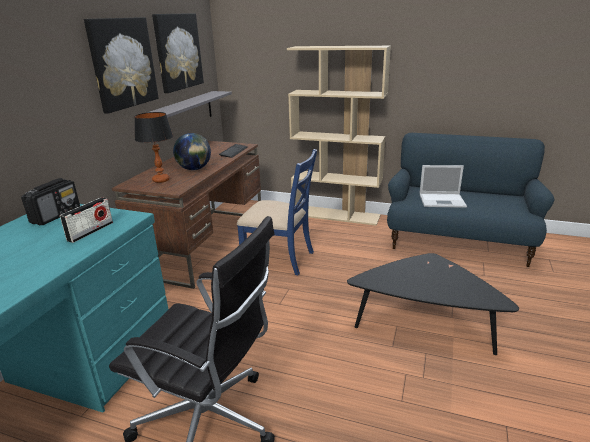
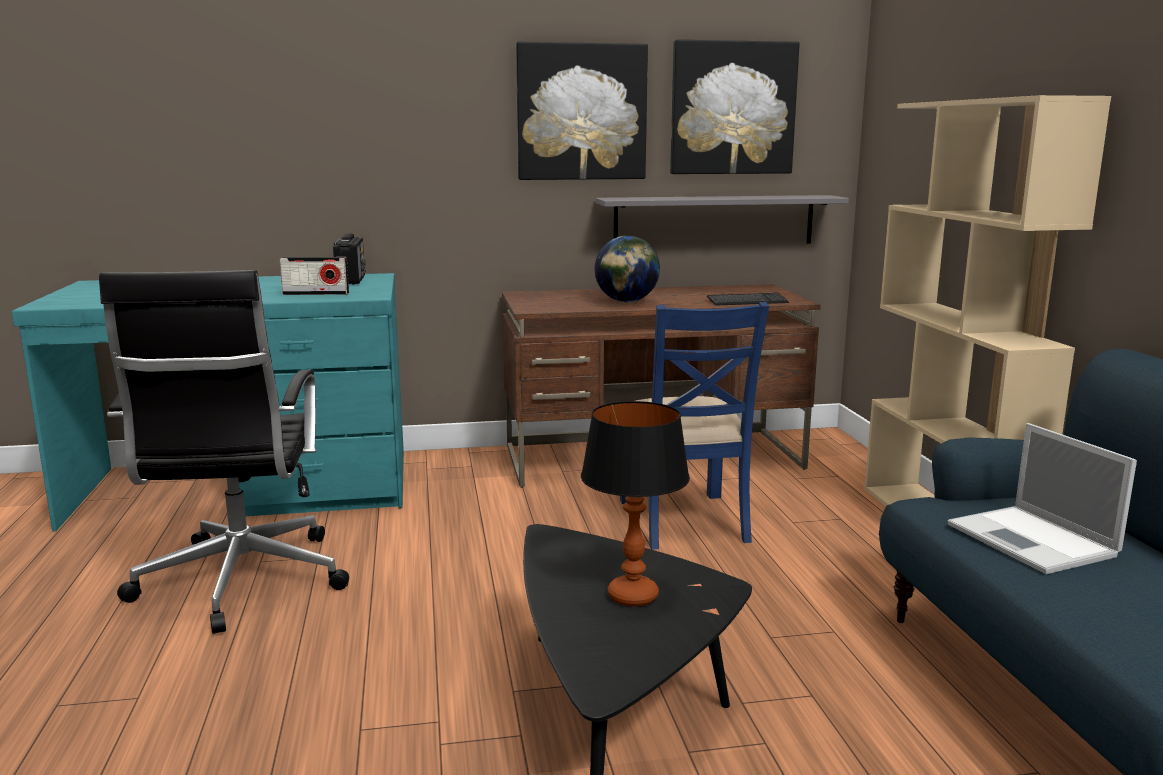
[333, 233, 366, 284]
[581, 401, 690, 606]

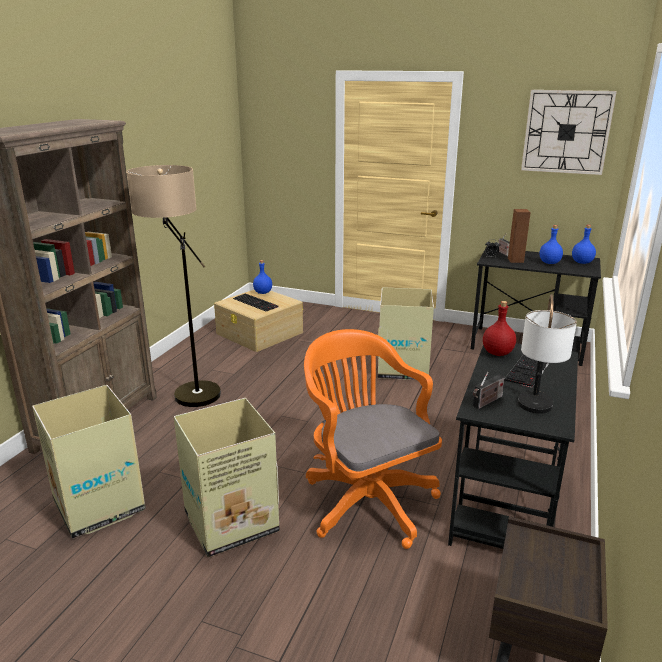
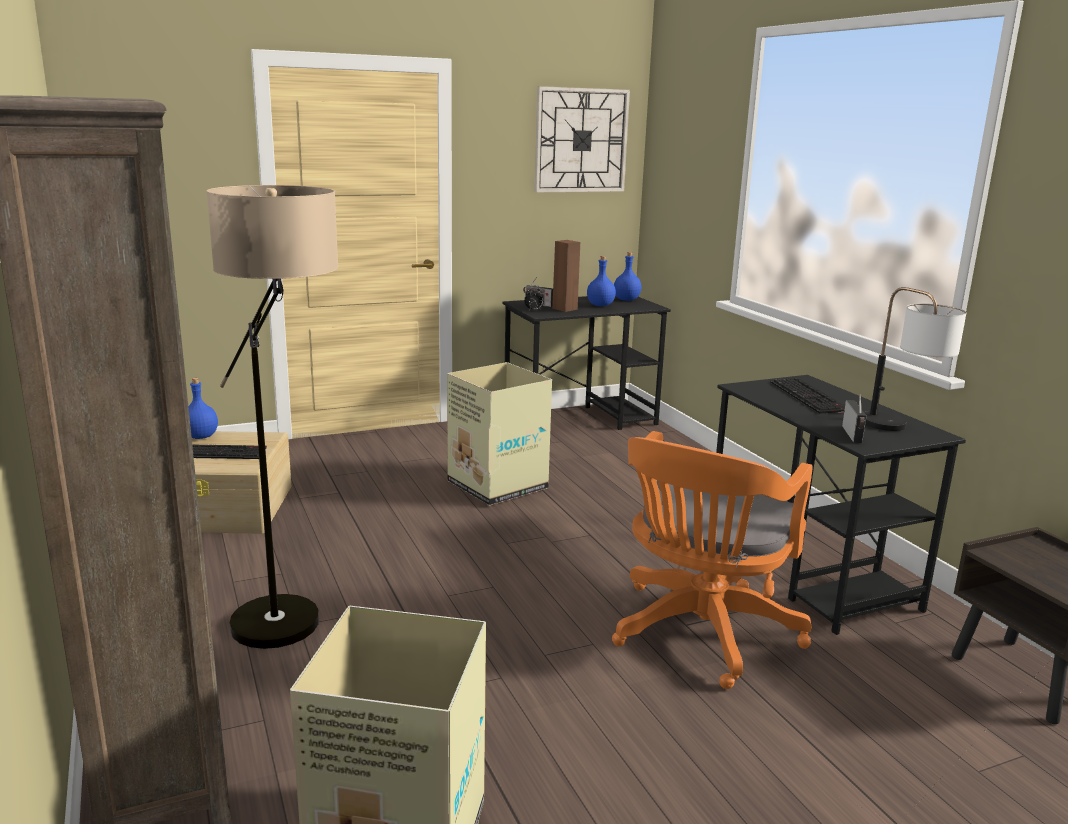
[612, 431, 812, 689]
[174, 398, 280, 557] (first image)
[483, 301, 516, 356] (first image)

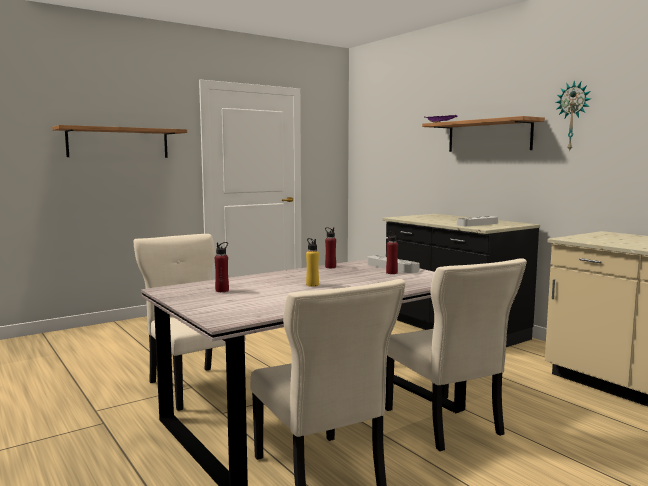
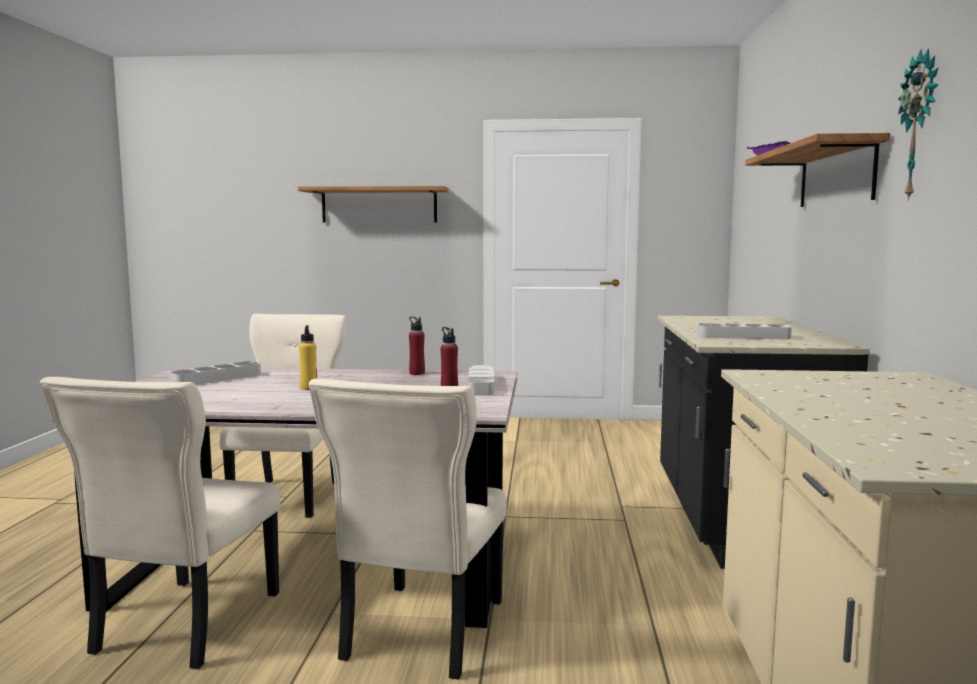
[170, 361, 261, 385]

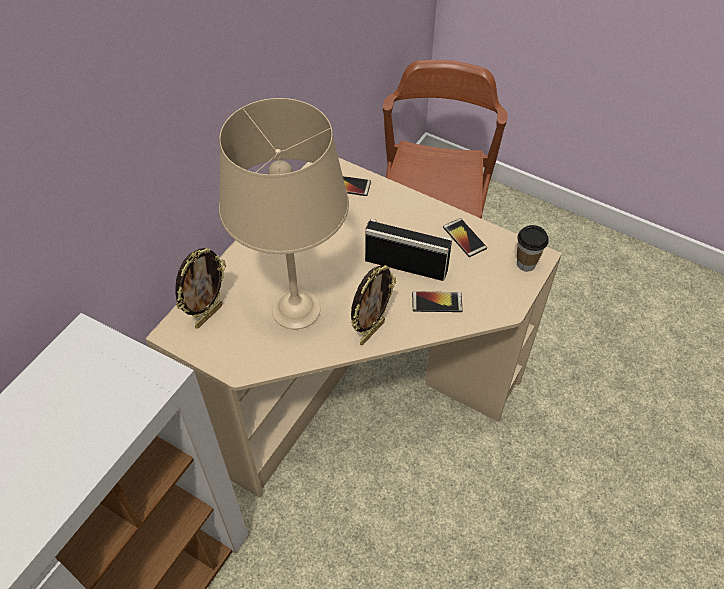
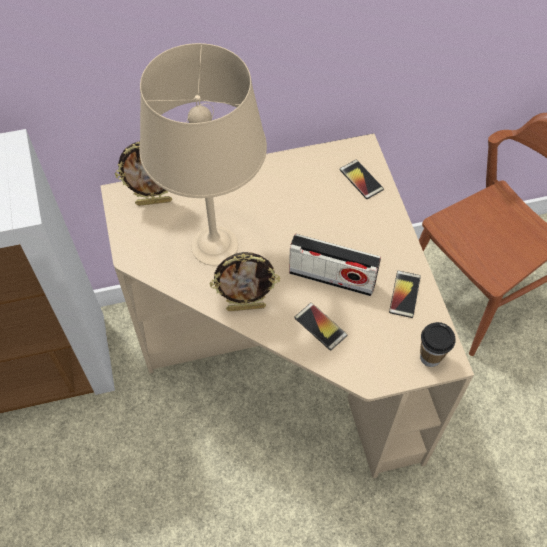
[289, 234, 381, 296]

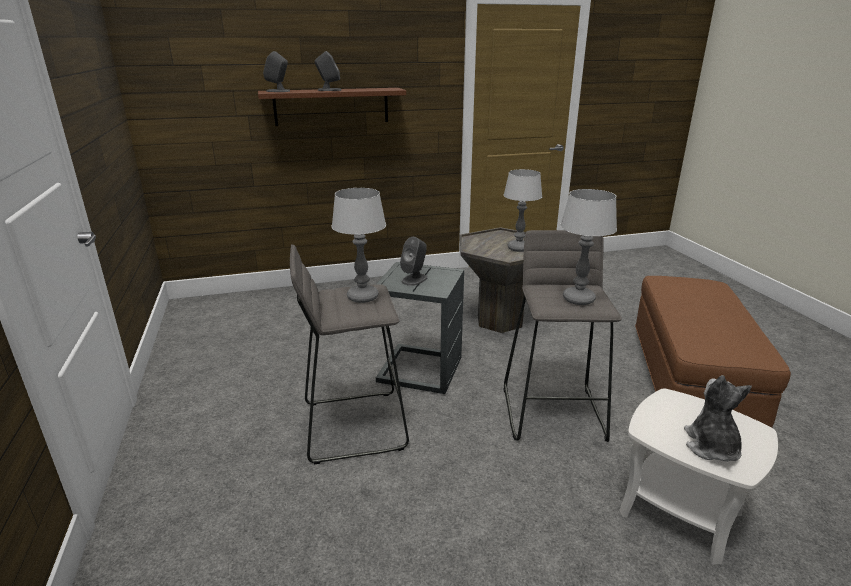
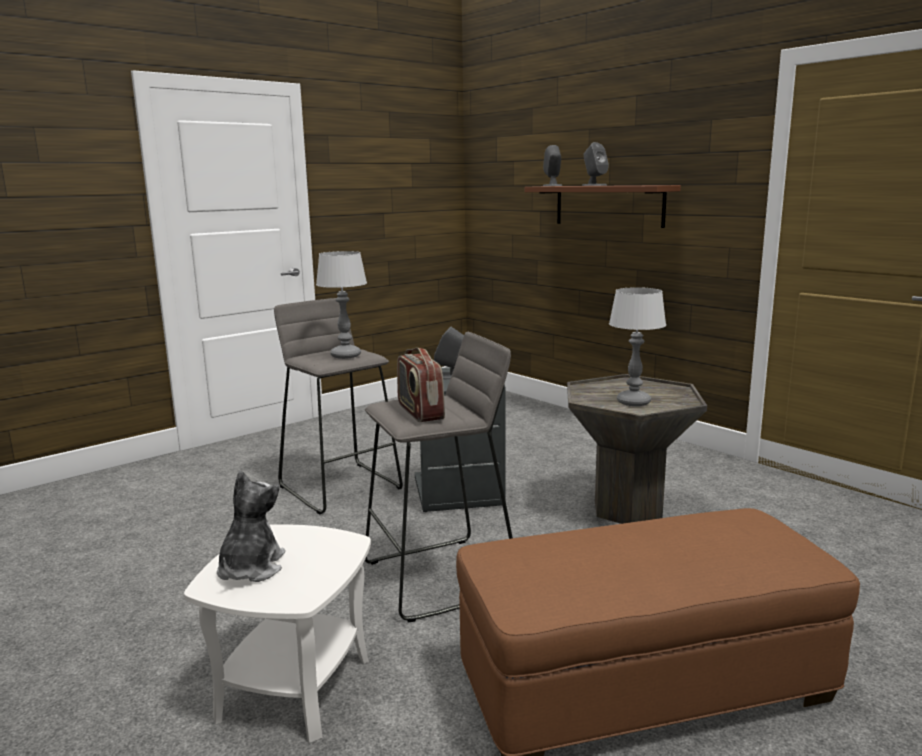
[217, 470, 285, 582]
[397, 347, 445, 422]

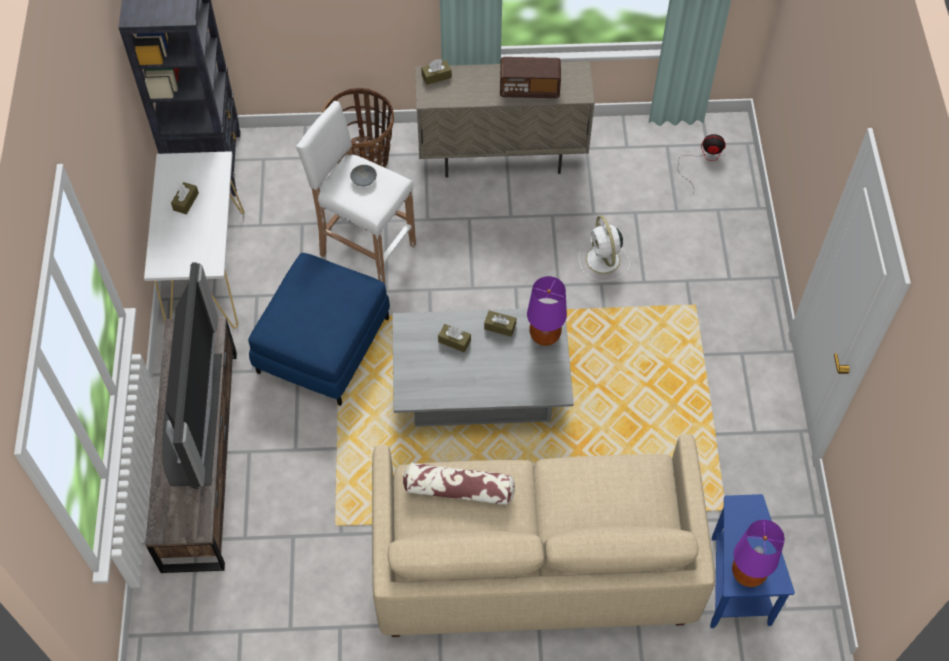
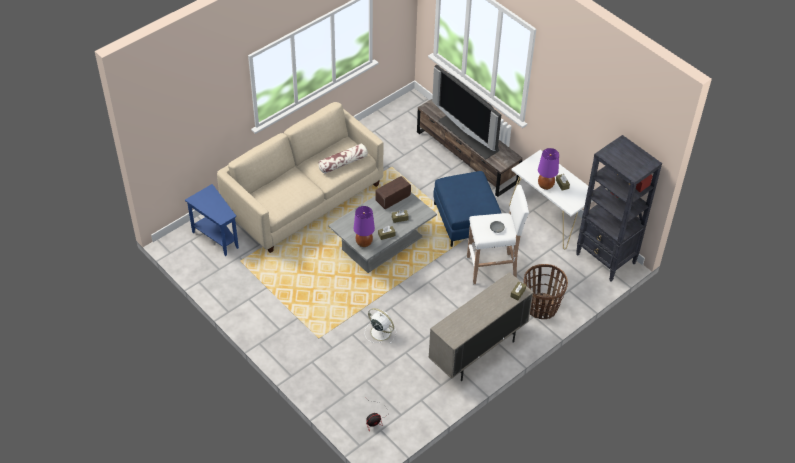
[375, 176, 411, 209]
[538, 148, 559, 190]

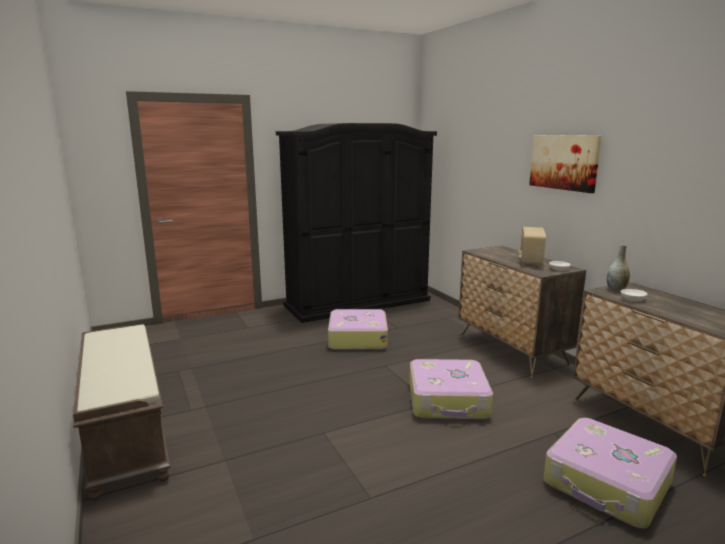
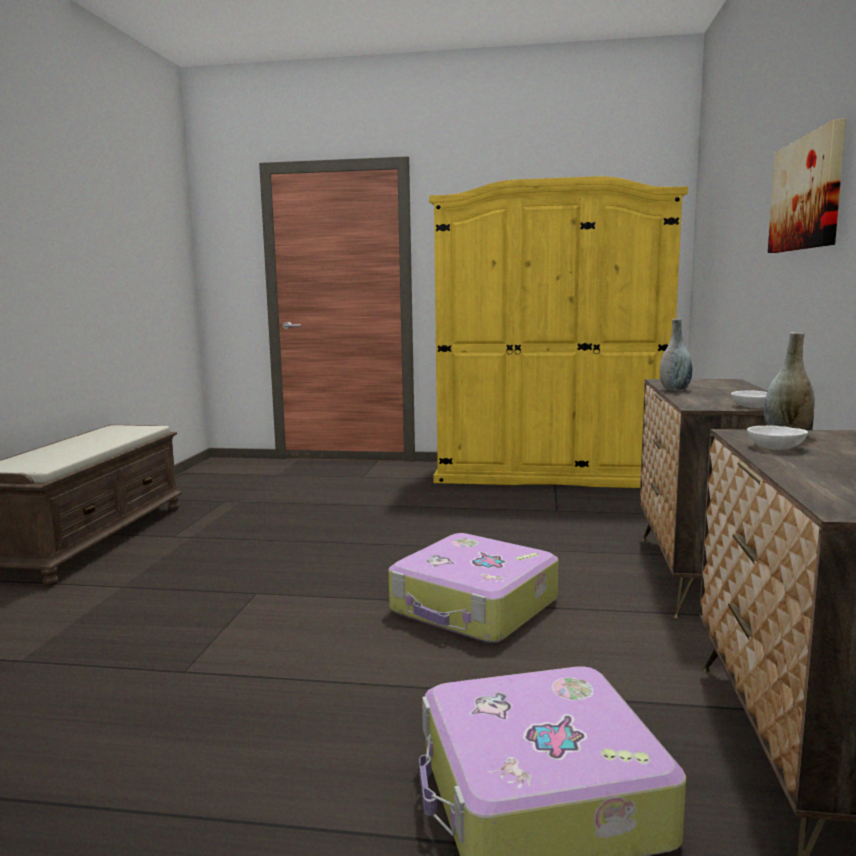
[429, 176, 688, 488]
[660, 319, 692, 391]
[328, 309, 388, 350] (first image)
[518, 227, 546, 266] (first image)

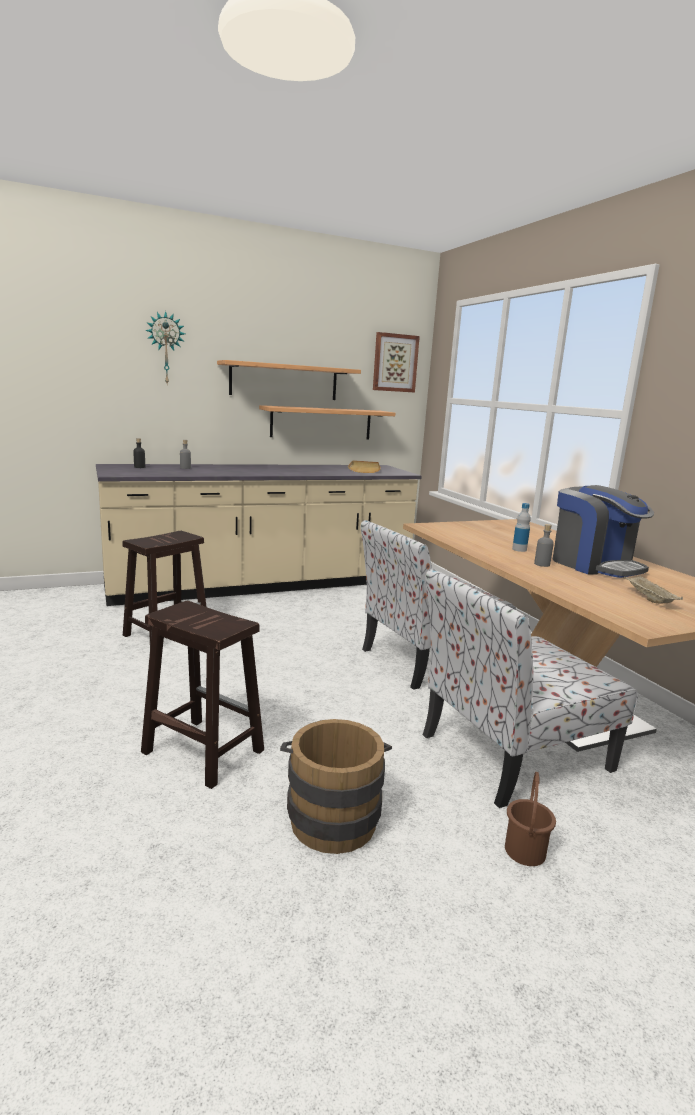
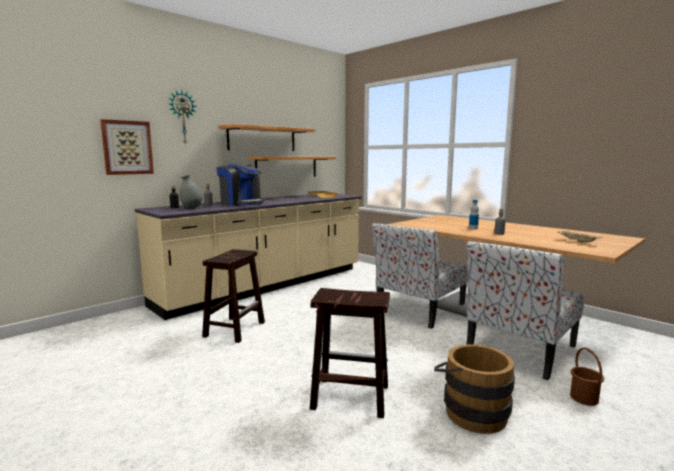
[100, 119, 154, 175]
[180, 174, 203, 209]
[217, 163, 264, 206]

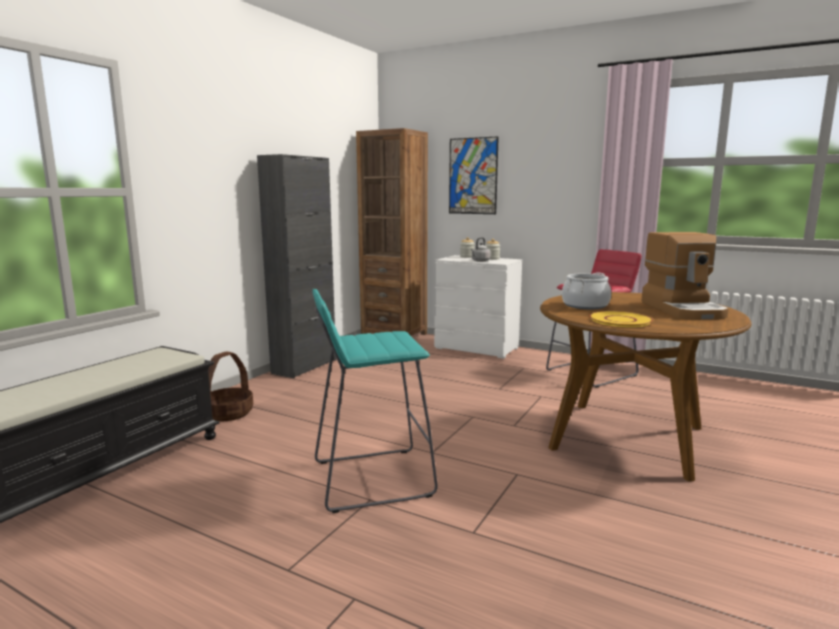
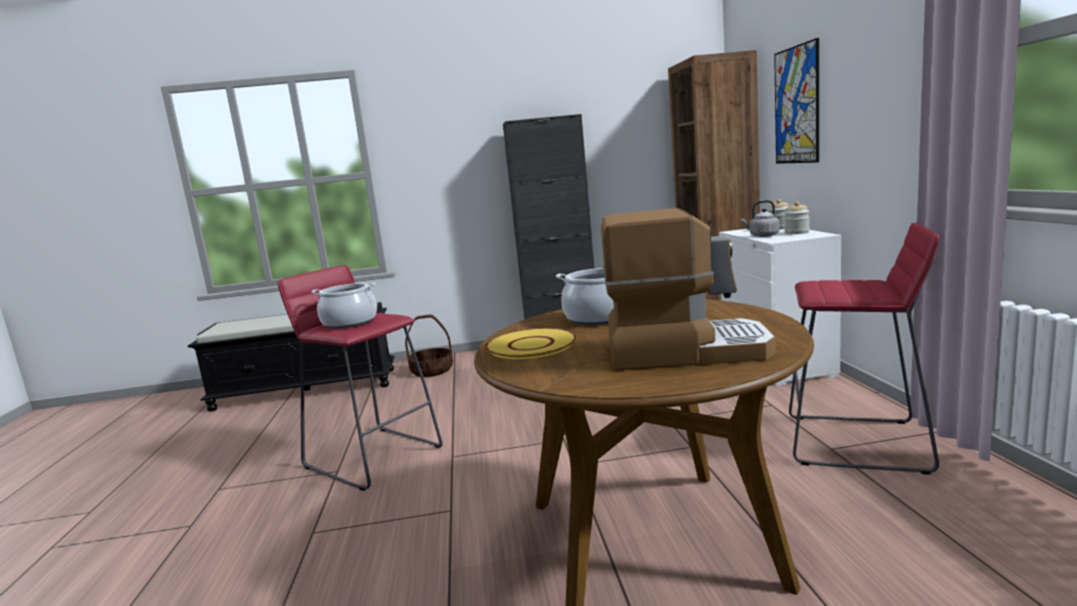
[278, 265, 443, 491]
[311, 283, 377, 329]
[601, 208, 776, 370]

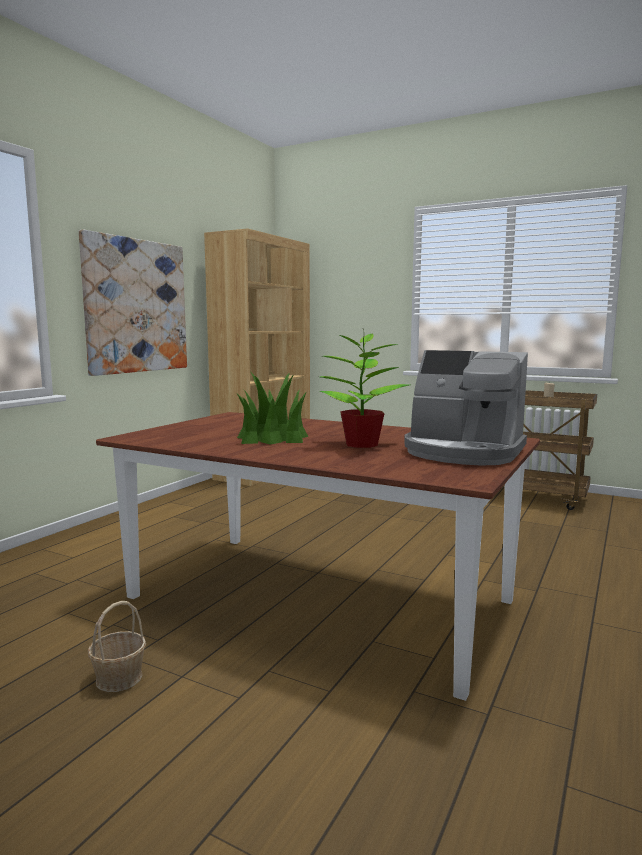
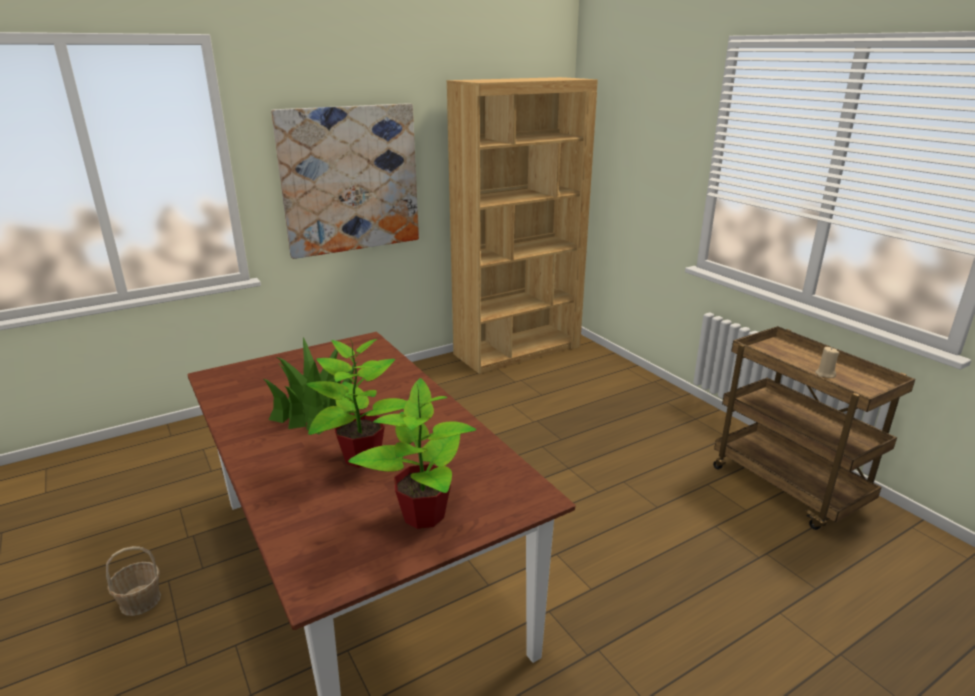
[348, 378, 476, 529]

